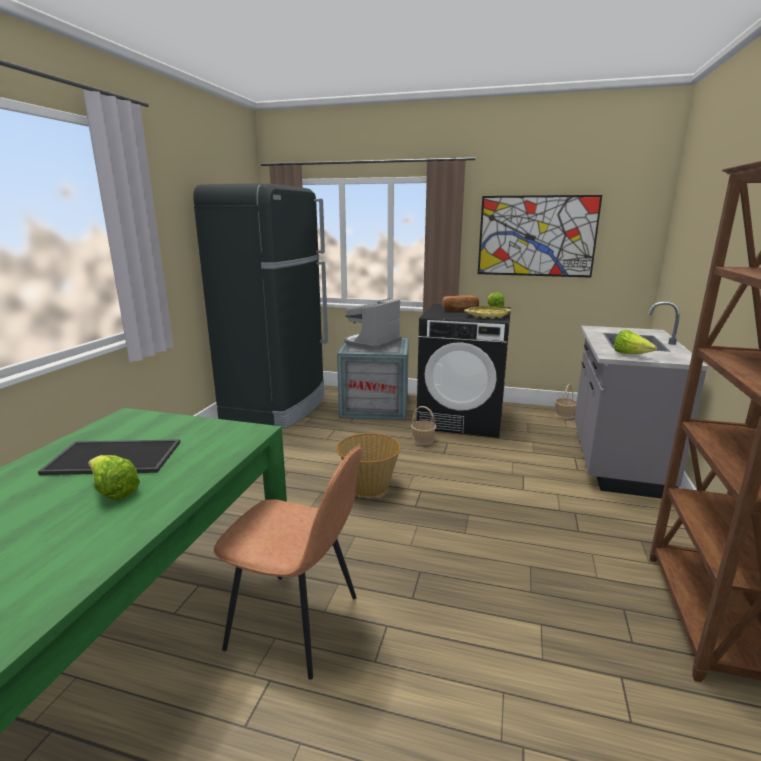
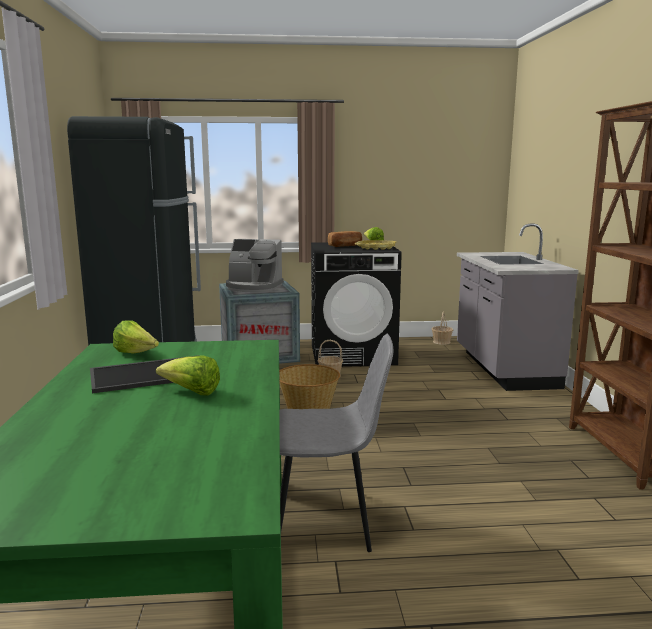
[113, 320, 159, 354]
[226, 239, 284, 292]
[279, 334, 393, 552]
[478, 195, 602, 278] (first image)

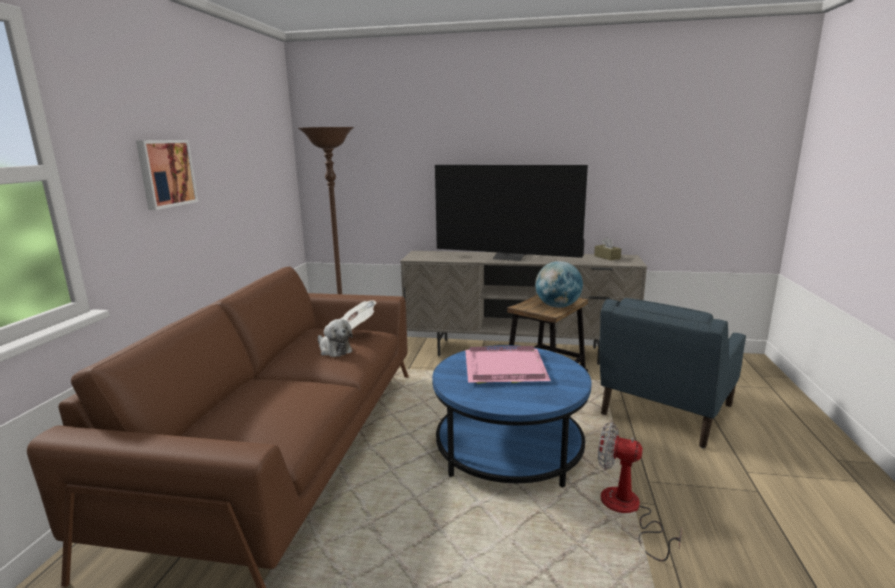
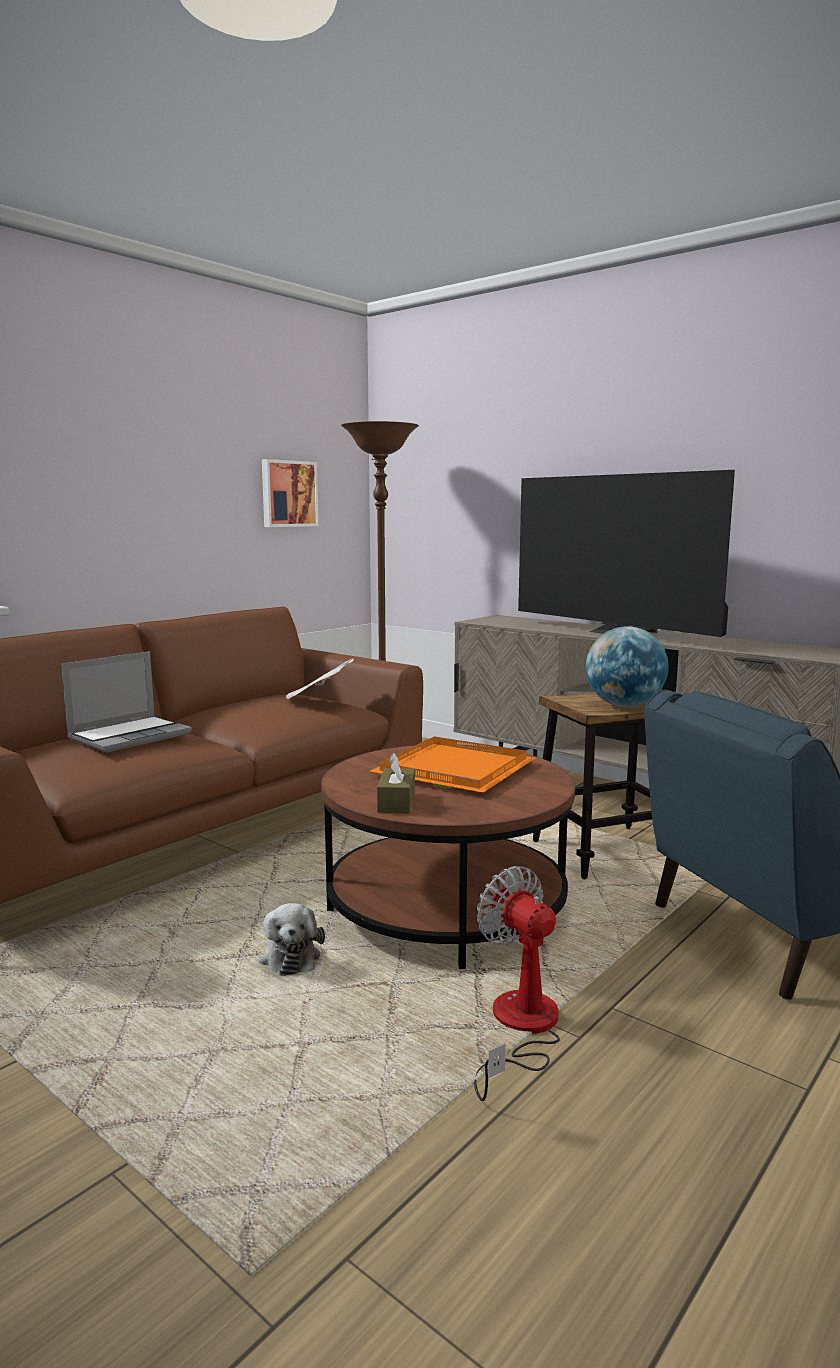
[61, 651, 192, 753]
[258, 903, 325, 976]
[262, 459, 319, 527]
[321, 744, 575, 969]
[370, 737, 535, 793]
[377, 753, 415, 813]

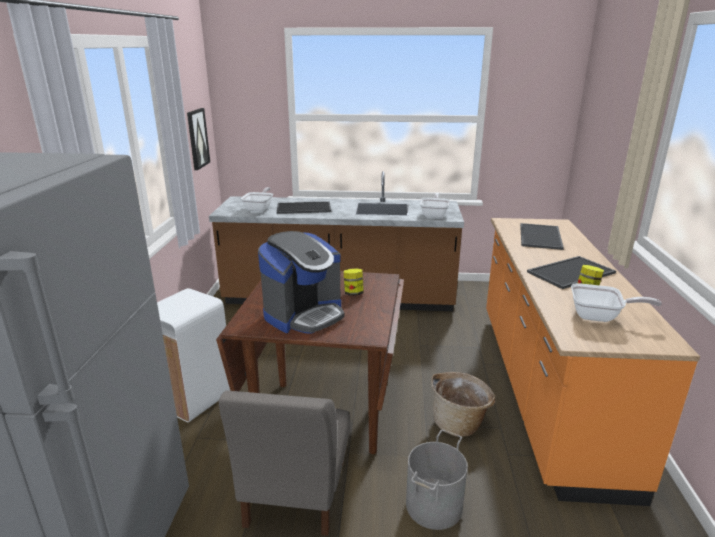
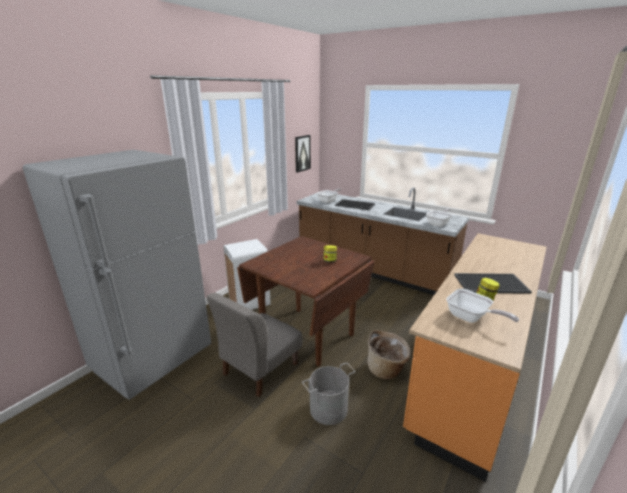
[258, 231, 344, 334] (first image)
[520, 223, 564, 250] (first image)

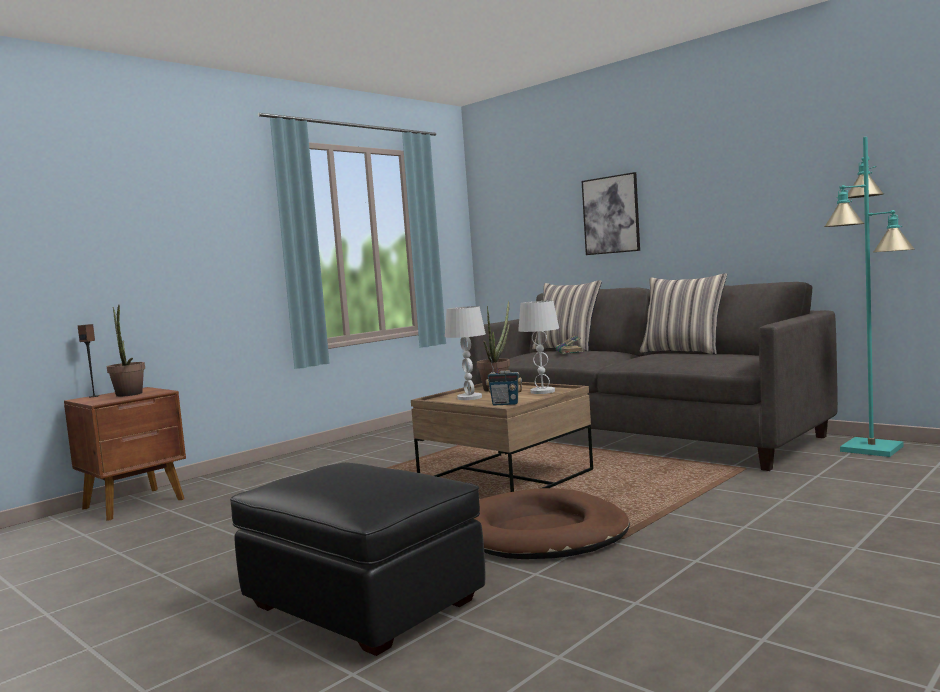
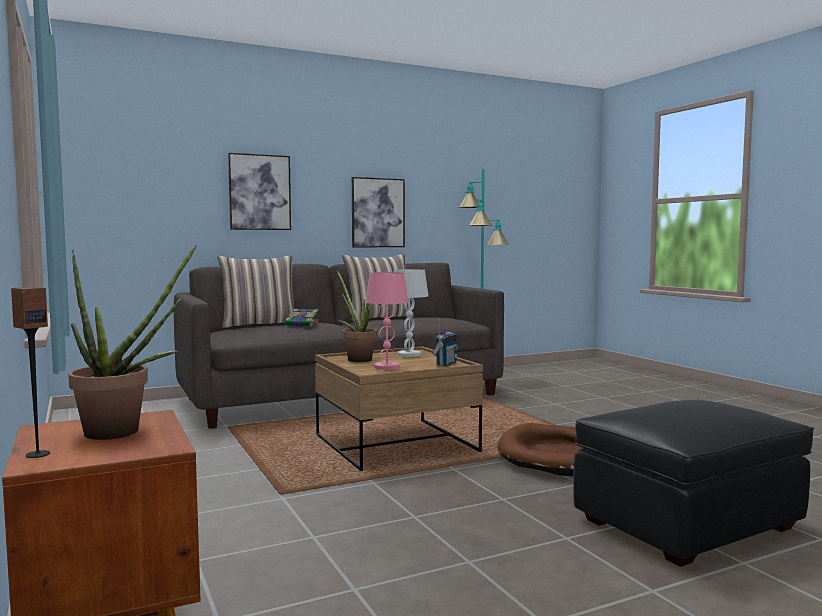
[352, 177, 405, 247]
[366, 272, 408, 370]

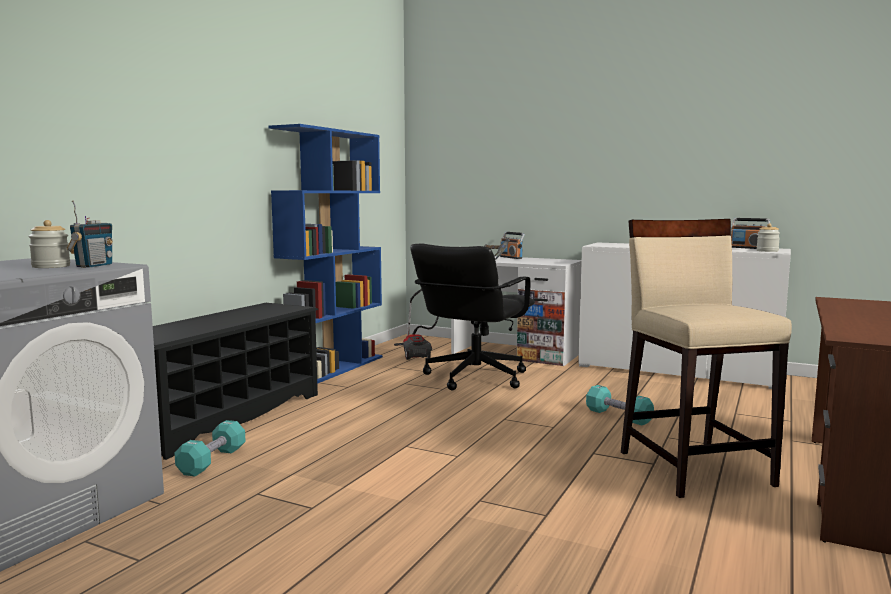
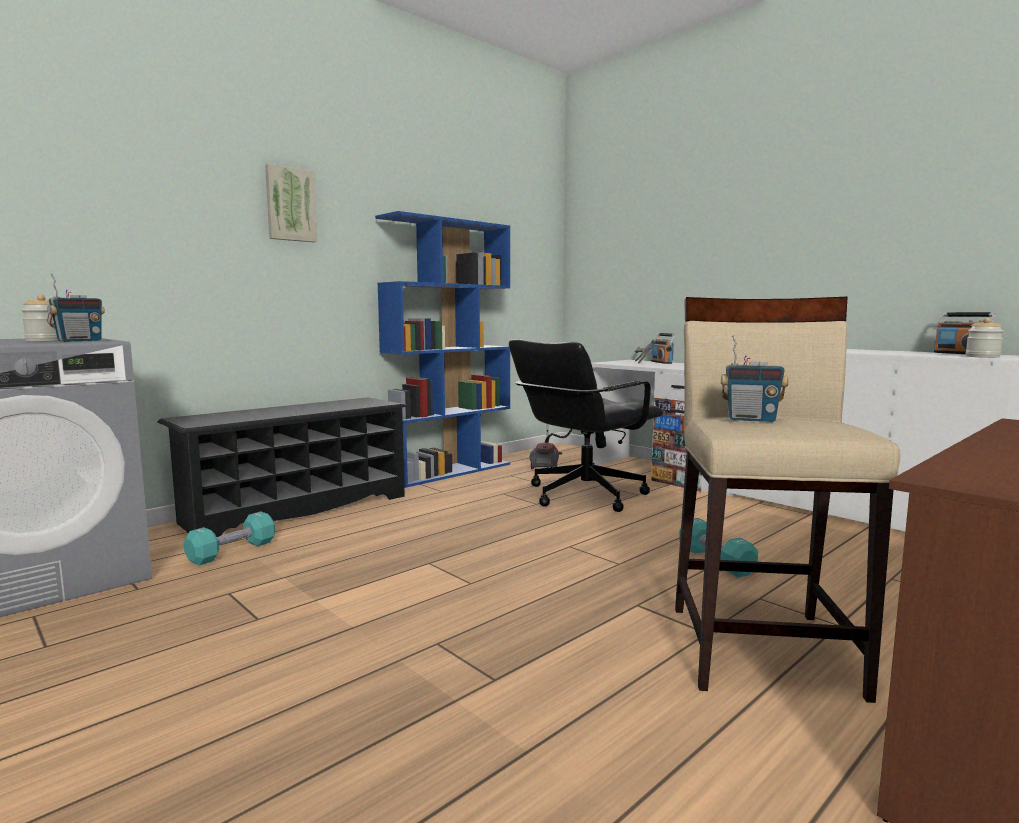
[265, 164, 317, 242]
[721, 335, 789, 422]

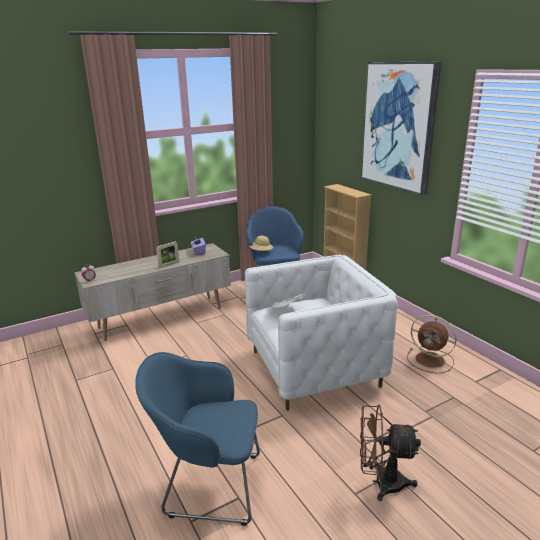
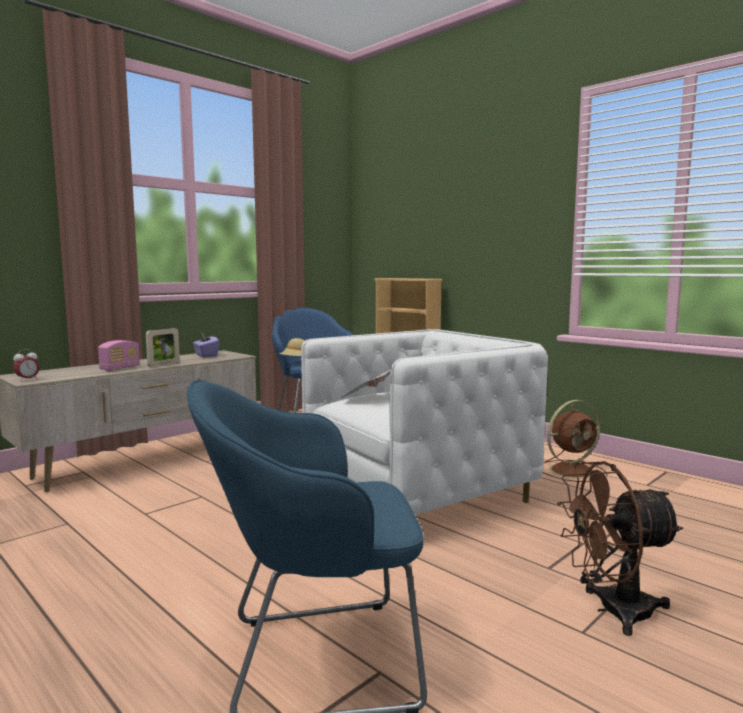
[98, 340, 140, 371]
[543, 400, 607, 482]
[361, 62, 441, 195] (first image)

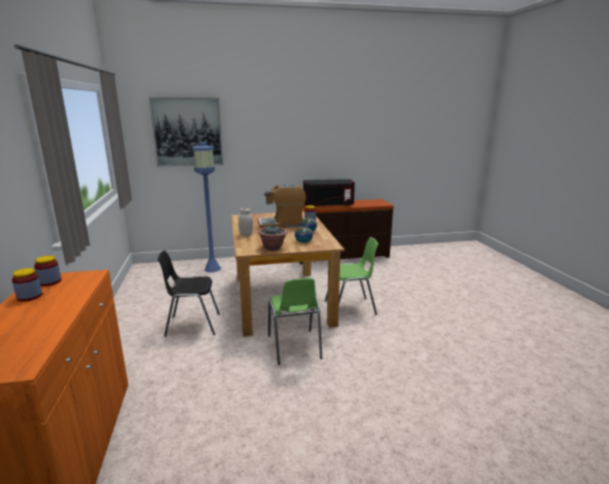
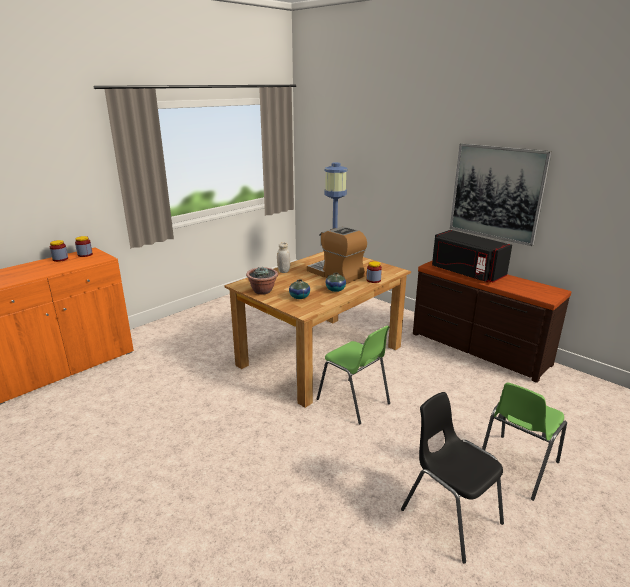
[401, 392, 504, 564]
[450, 143, 552, 246]
[482, 382, 567, 501]

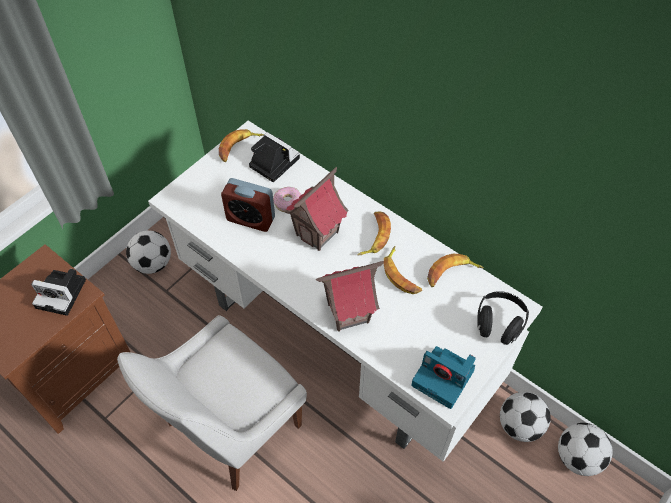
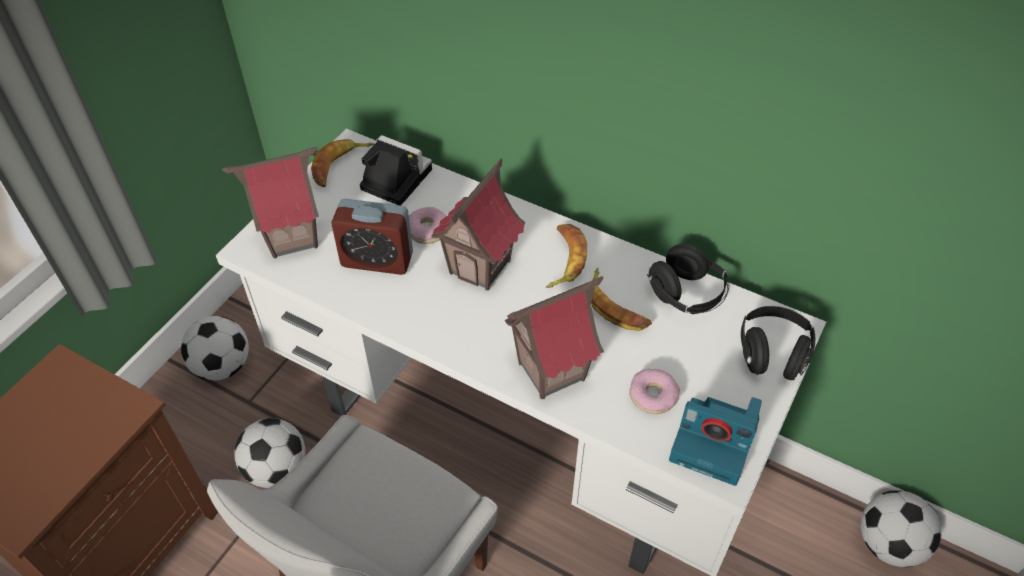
[222, 147, 319, 259]
[234, 418, 306, 488]
[629, 369, 680, 414]
[647, 244, 729, 314]
[31, 269, 86, 316] (first image)

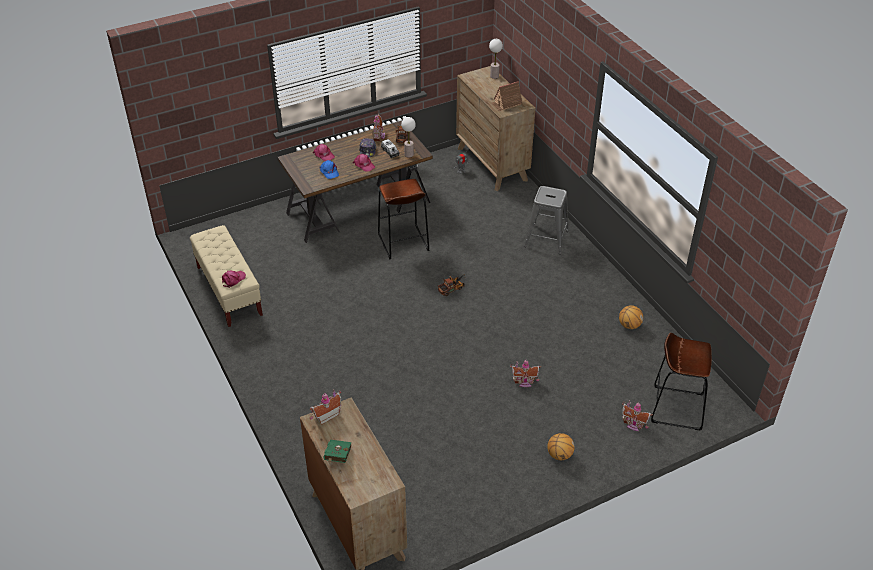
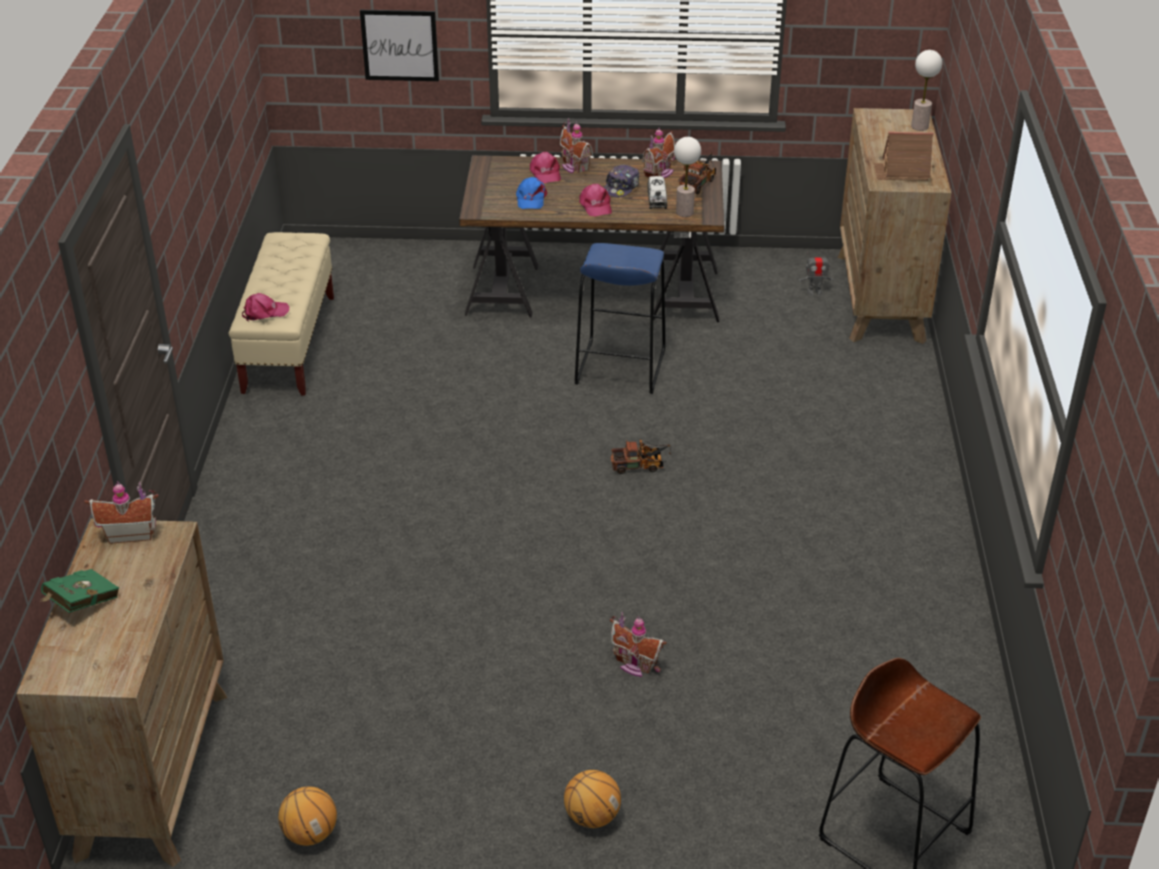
[278, 787, 337, 846]
[360, 10, 439, 81]
[560, 118, 593, 174]
[575, 243, 665, 394]
[524, 186, 569, 254] (first image)

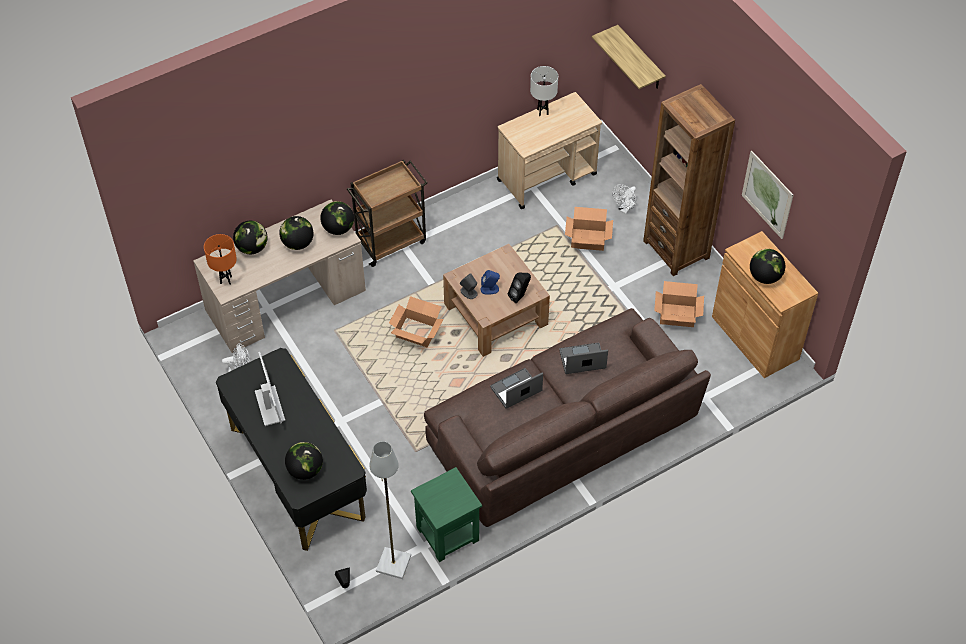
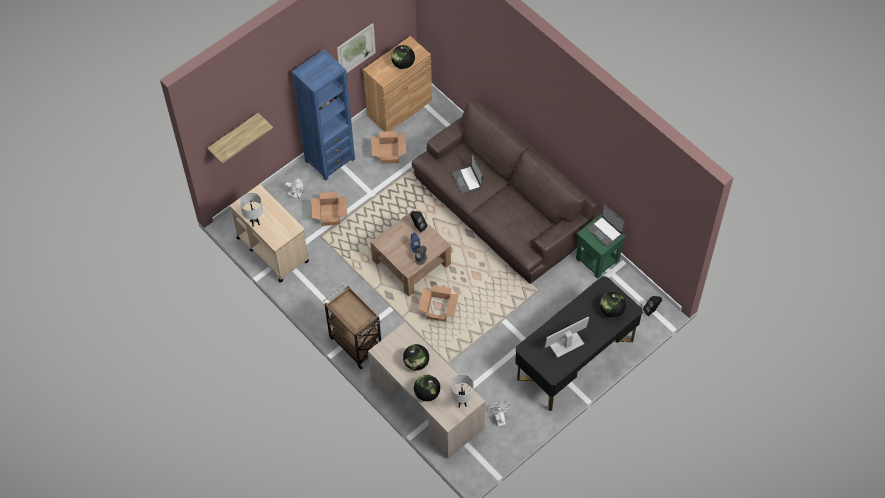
[292, 50, 355, 181]
[451, 375, 474, 408]
[587, 204, 625, 247]
[320, 201, 354, 235] (first image)
[369, 441, 411, 579] (first image)

